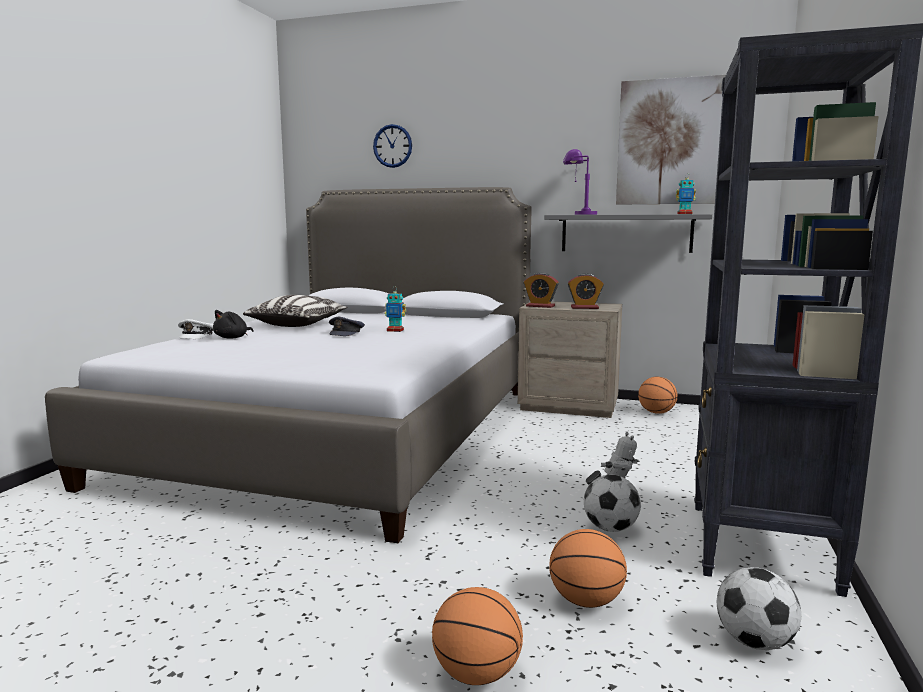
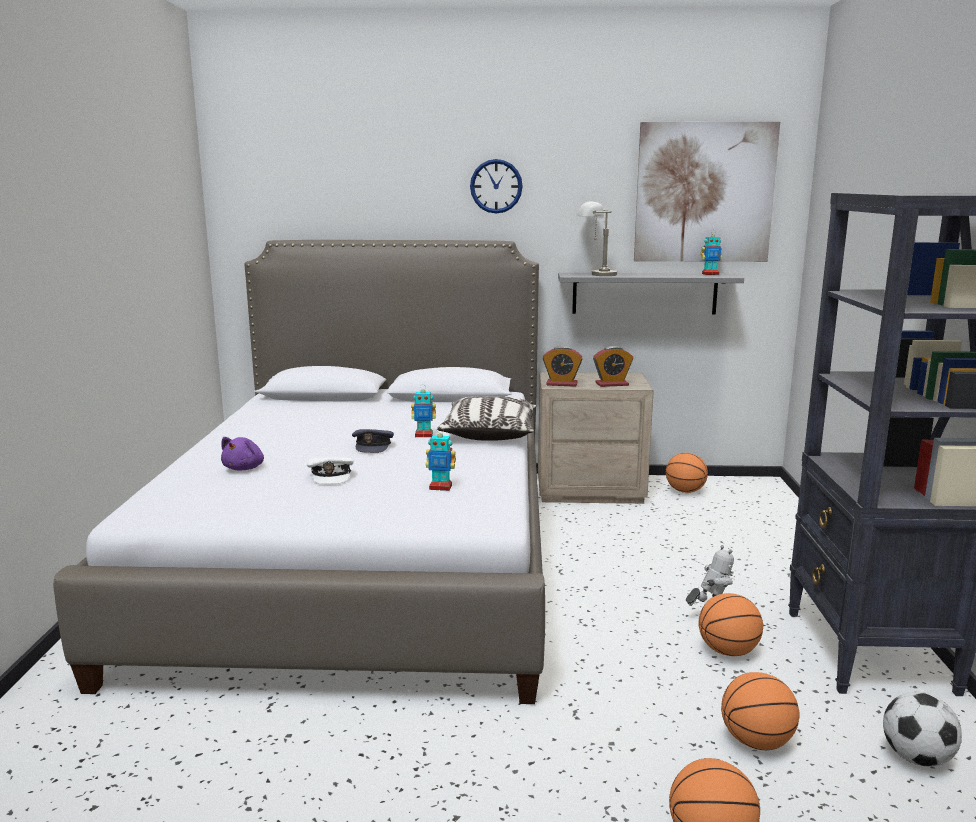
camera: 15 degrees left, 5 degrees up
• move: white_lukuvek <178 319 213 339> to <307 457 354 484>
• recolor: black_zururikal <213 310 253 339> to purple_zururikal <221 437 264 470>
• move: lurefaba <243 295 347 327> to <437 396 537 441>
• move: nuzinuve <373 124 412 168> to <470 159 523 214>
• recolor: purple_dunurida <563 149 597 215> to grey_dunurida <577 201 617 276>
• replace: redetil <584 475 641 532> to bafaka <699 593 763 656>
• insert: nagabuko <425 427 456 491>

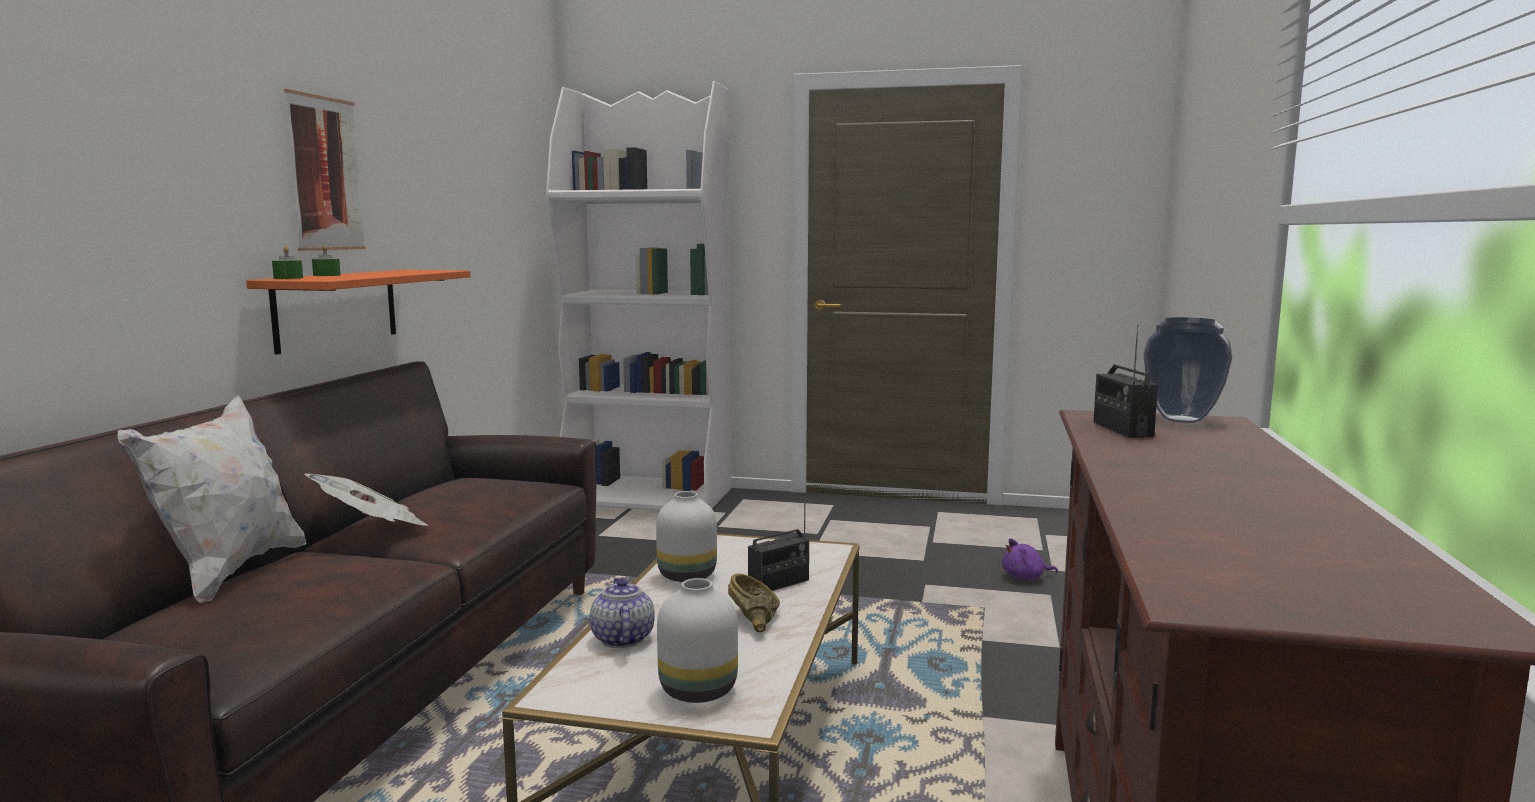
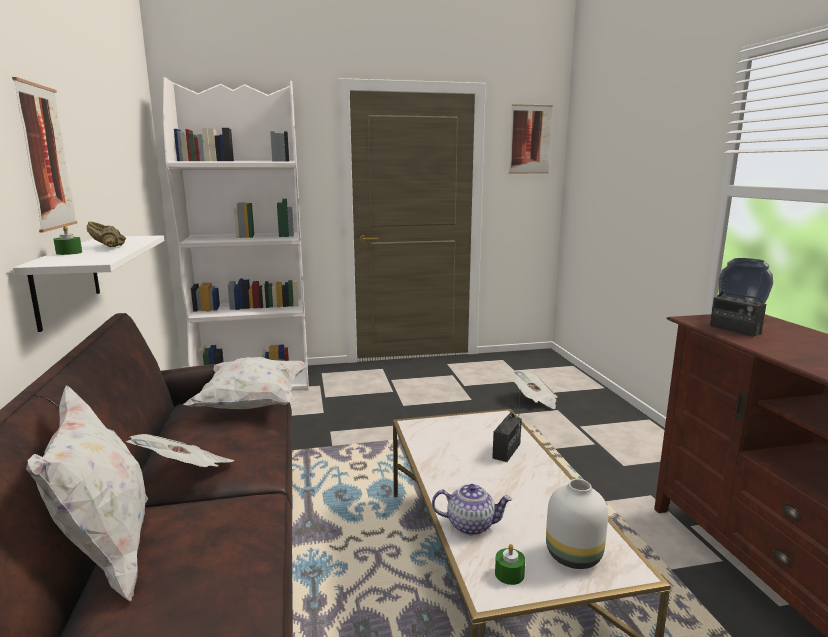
camera: 25 degrees left, 5 degrees up
• recolor: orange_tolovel <246 270 471 355> to white_tolovel <13 235 164 332>
• move: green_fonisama <272 246 303 279> to <495 544 525 585>
• rotate: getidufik <590 577 655 648> = <432 484 512 535> 135 degrees clockwise
• delete: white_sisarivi <656 491 717 582>
• move: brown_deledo <728 573 780 632> to <87 221 126 247>
• replace: purple_zururikal <1002 538 1058 580> to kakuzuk <514 370 557 409>
• insert: white_lurefaba <183 357 308 409>
• insert: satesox <509 104 553 174>

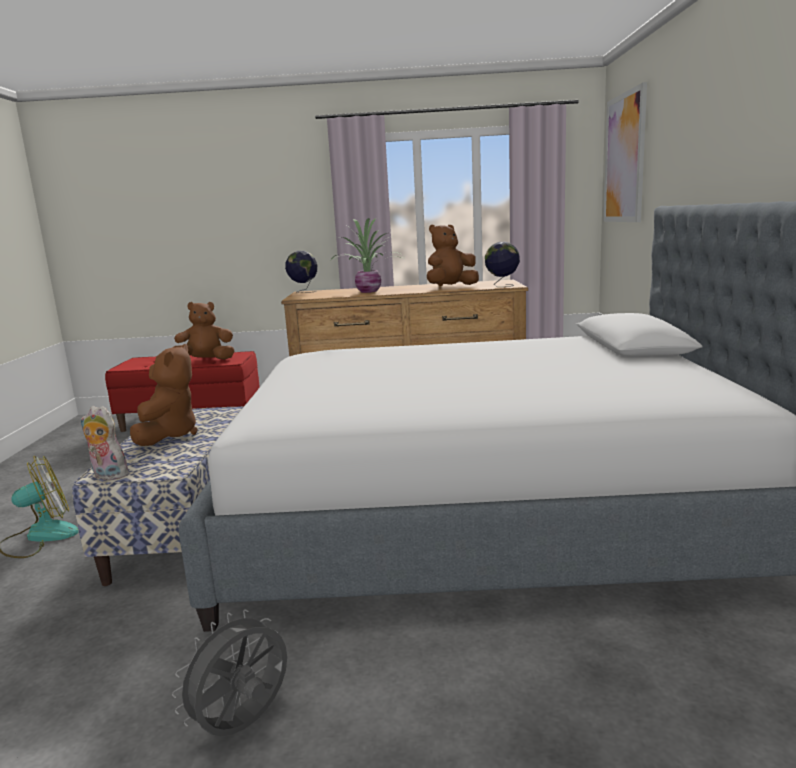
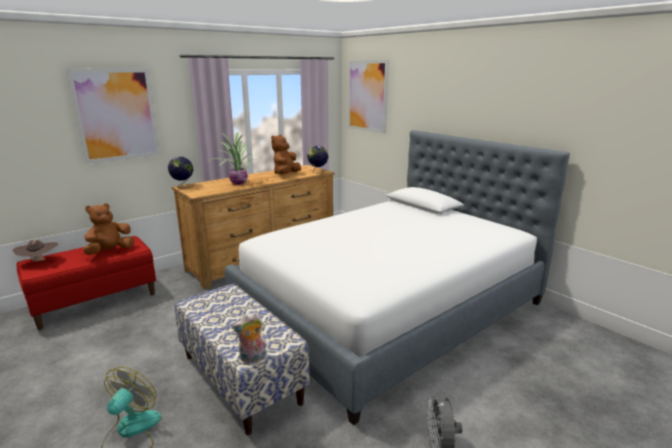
camera: 40 degrees left, 5 degrees up
• delete: brown_zururikal <130 344 198 446>
• insert: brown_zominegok <13 239 59 261>
• insert: satesox <66 68 160 164>

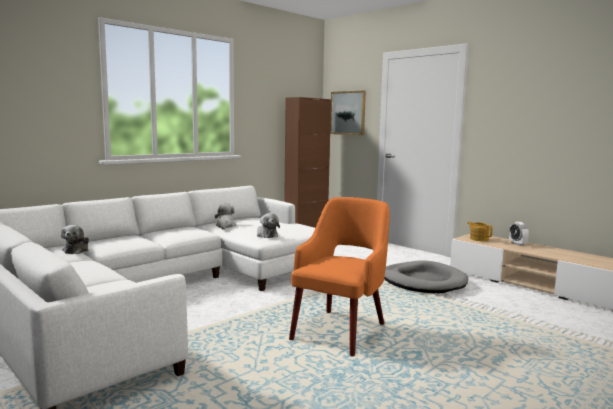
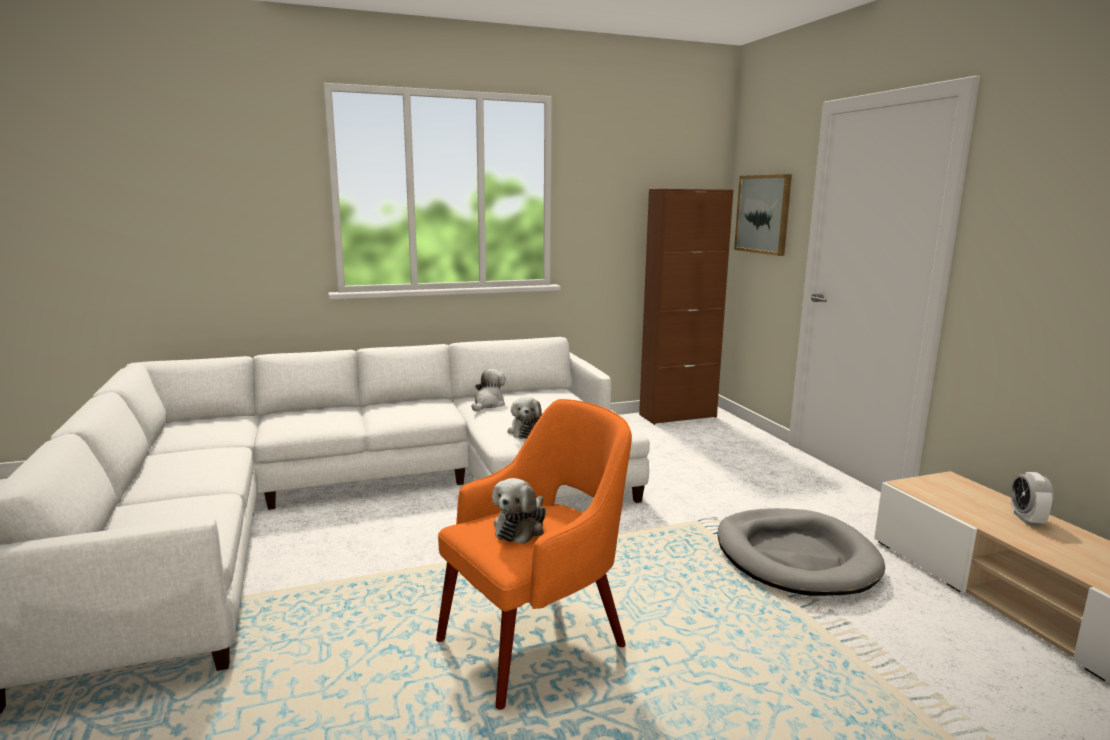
camera: 25 degrees right, 5 degrees up
• move: zururikal <61 225 89 254> to <492 478 546 544>
• delete: getidufik <468 222 493 241>

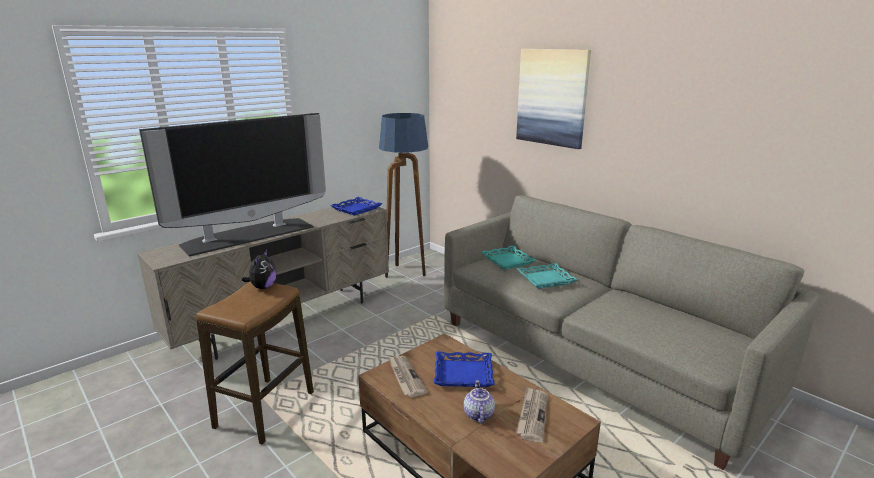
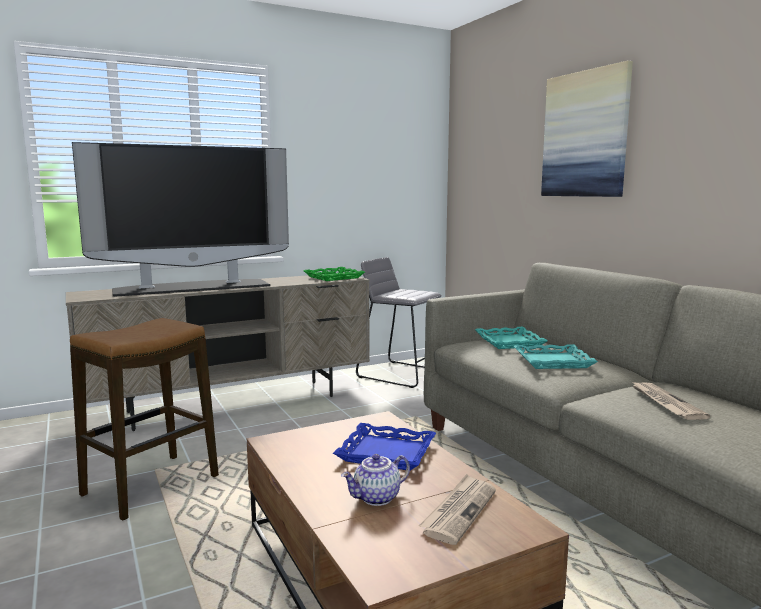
camera: 15 degrees right, 10 degrees down
• delete: zururikal <242 250 276 289>
• recolor: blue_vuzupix <330 197 382 216> to green_vuzupix <304 267 365 281>
• replace: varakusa <379 113 428 278> to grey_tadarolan <356 257 442 388>
• move: kakuzuk <388 356 428 397> to <631 381 710 420>
• rotate: getidufik <464 380 495 424> = <341 454 410 506> 135 degrees counterclockwise

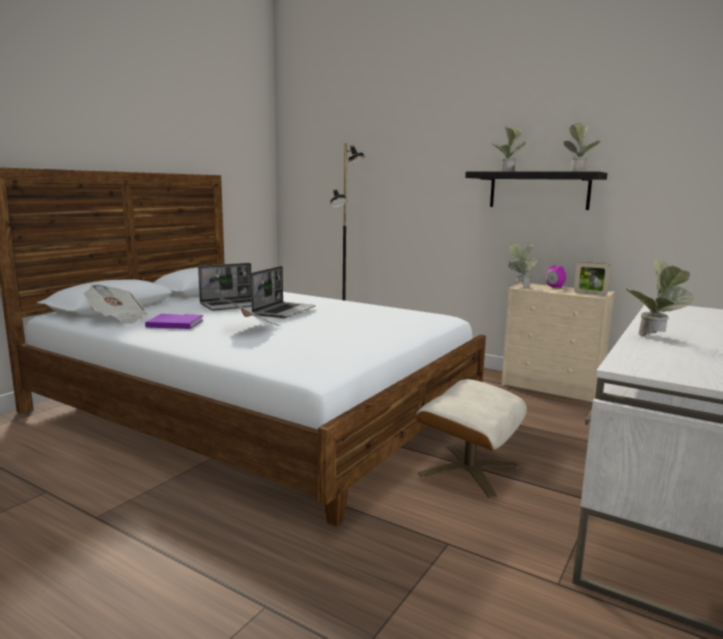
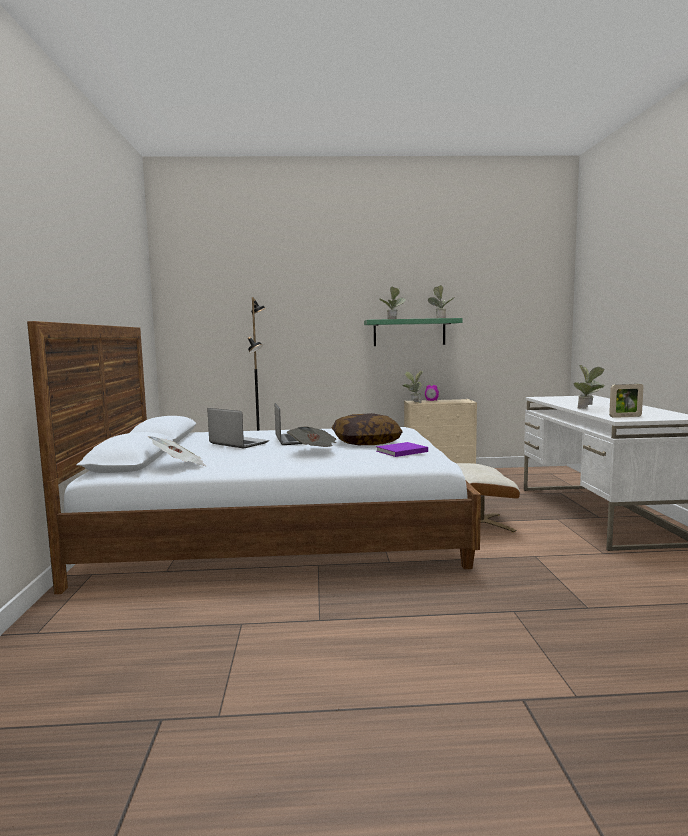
camera: 35 degrees left, 5 degrees down
• move: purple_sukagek <145 314 203 329> to <376 442 428 457>
• rotate: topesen <198 263 252 311> = <207 408 269 448> 75 degrees counterclockwise
• recolor: black_tolovel <465 171 608 210> to green_tolovel <364 318 463 346>
• move: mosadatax <574 262 611 296> to <609 384 643 418>
• insert: lurefaba <331 413 402 445>

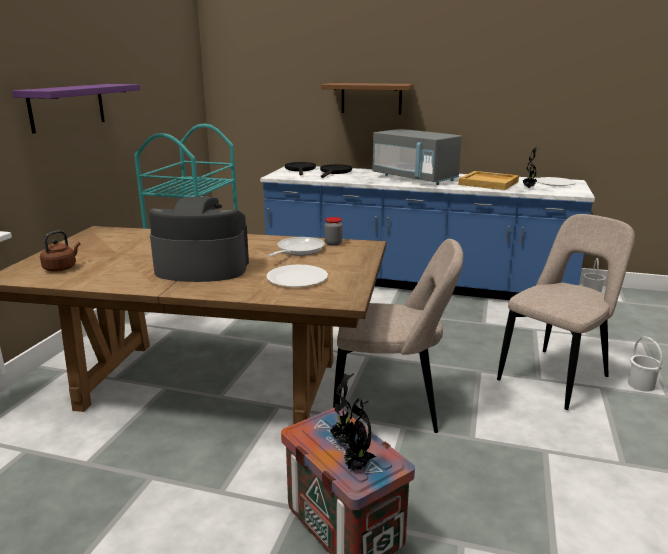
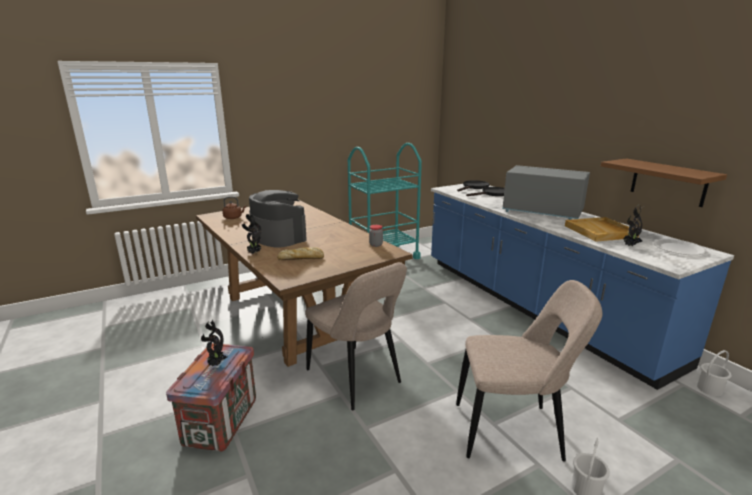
camera: 45 degrees right, 0 degrees up
• delete: purple_tolovel <12 84 140 133>
• replace: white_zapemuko <266 265 328 287> to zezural <277 247 324 260>
• delete: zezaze <268 237 324 256>
• move: brown_tolovel <321 83 413 115> to <601 158 727 207>
• move: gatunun <343 398 376 471> to <242 214 262 254>
• rotate: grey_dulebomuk <372 129 462 185> = <502 165 590 220> 120 degrees clockwise

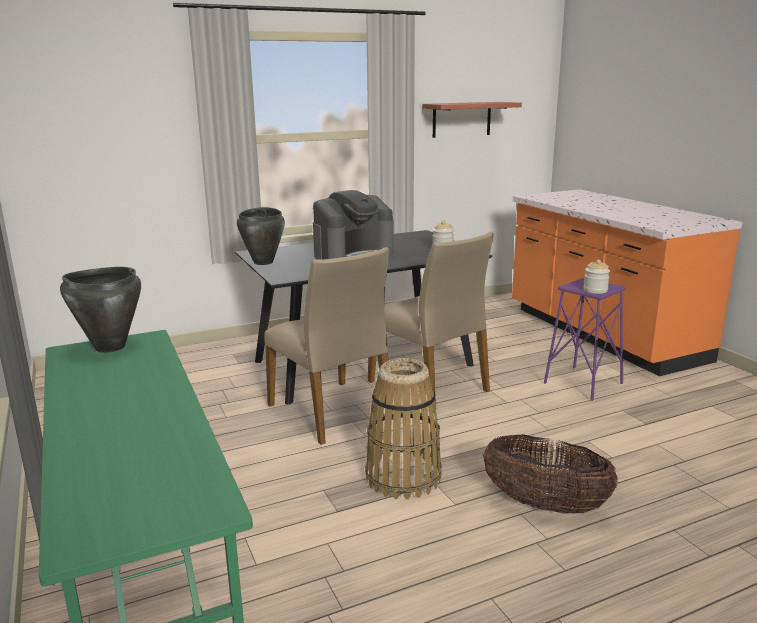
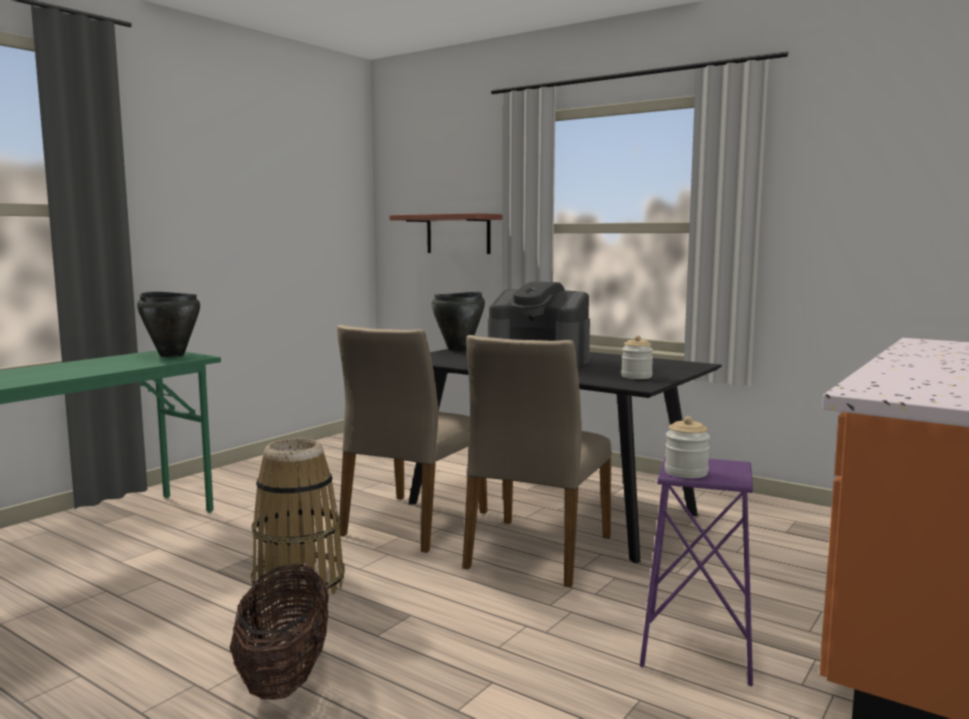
camera: 60 degrees right, 10 degrees down
• move: tolovel <422 102 522 138> to <389 213 503 254>

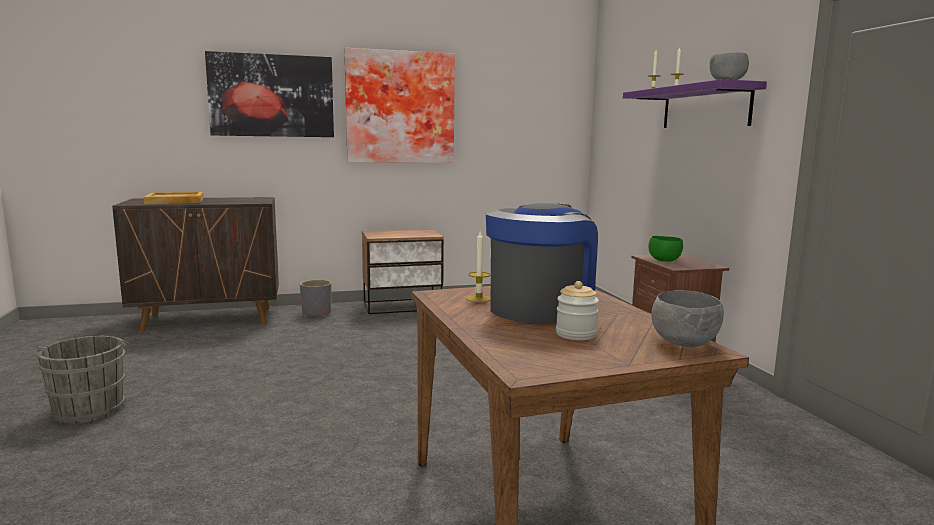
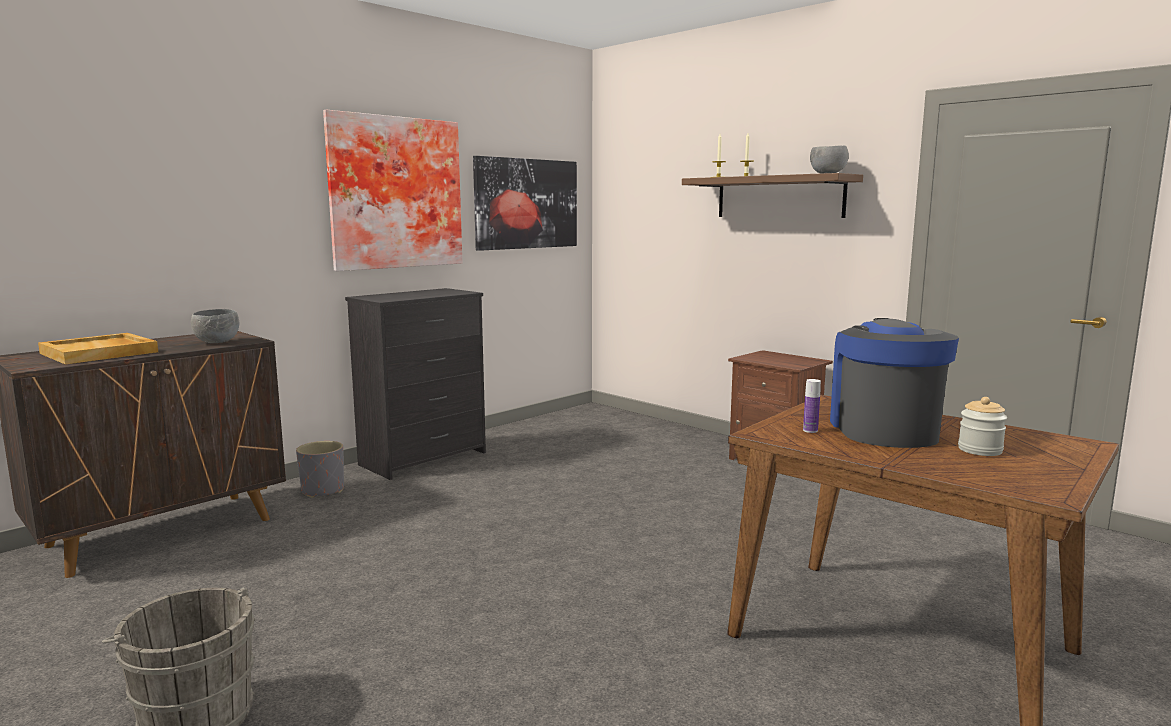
camera: 30 degrees left, 0 degrees up
• move: satesox <205 51 334 137> to <473 156 577 251>
• replace: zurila <362 229 444 314> to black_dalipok <345 288 486 480>
• replace: fonisama <466 232 491 302> to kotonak <803 379 821 433>
• recolor: purple_tolovel <623 79 767 128> to brown_tolovel <682 173 863 218>
• delete: green_deledo <648 236 683 262>
• move: grey_deledo <651 290 724 347> to <191 309 239 343>

